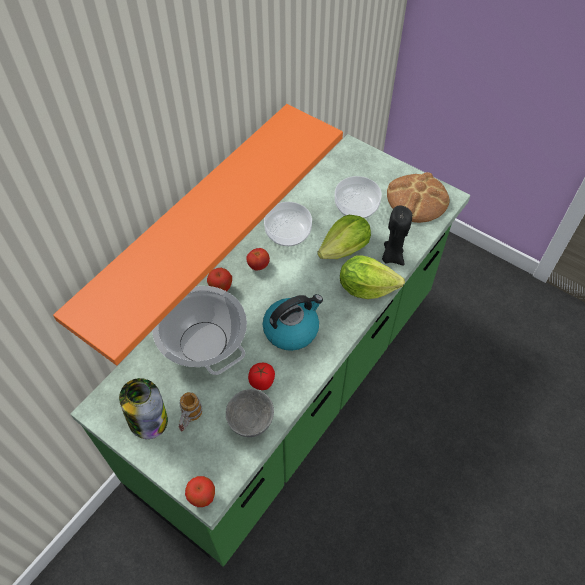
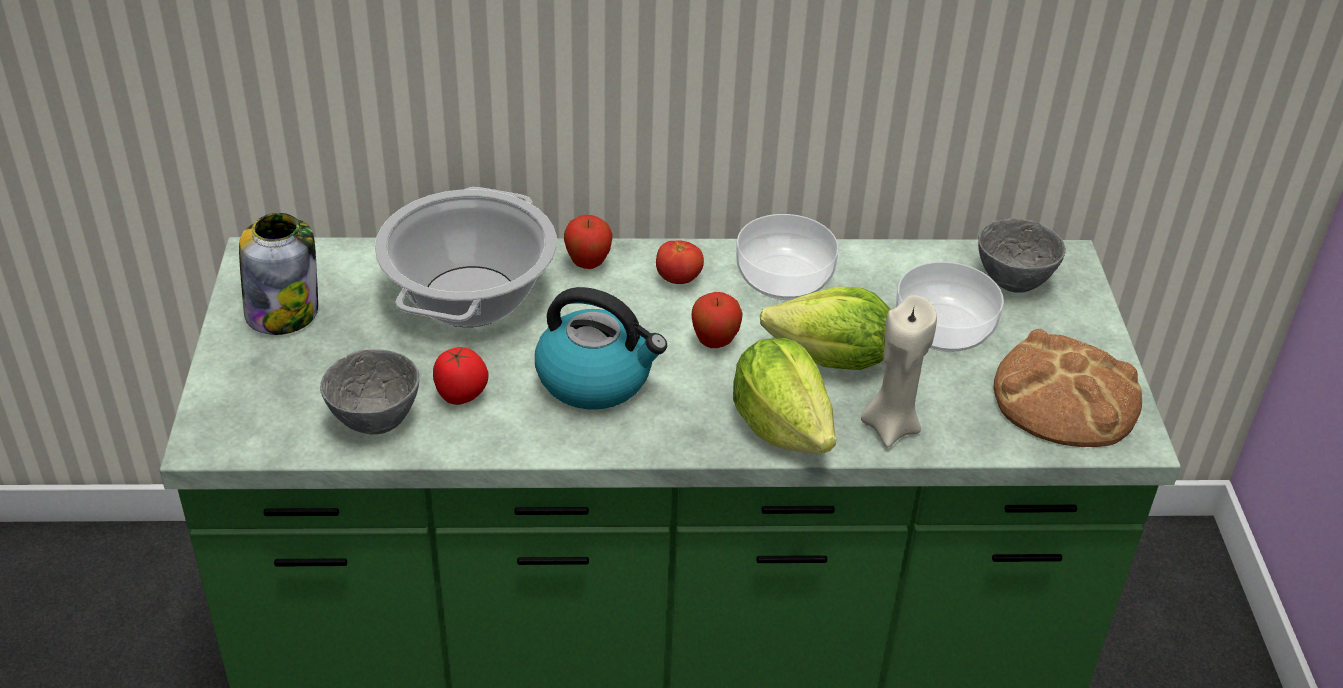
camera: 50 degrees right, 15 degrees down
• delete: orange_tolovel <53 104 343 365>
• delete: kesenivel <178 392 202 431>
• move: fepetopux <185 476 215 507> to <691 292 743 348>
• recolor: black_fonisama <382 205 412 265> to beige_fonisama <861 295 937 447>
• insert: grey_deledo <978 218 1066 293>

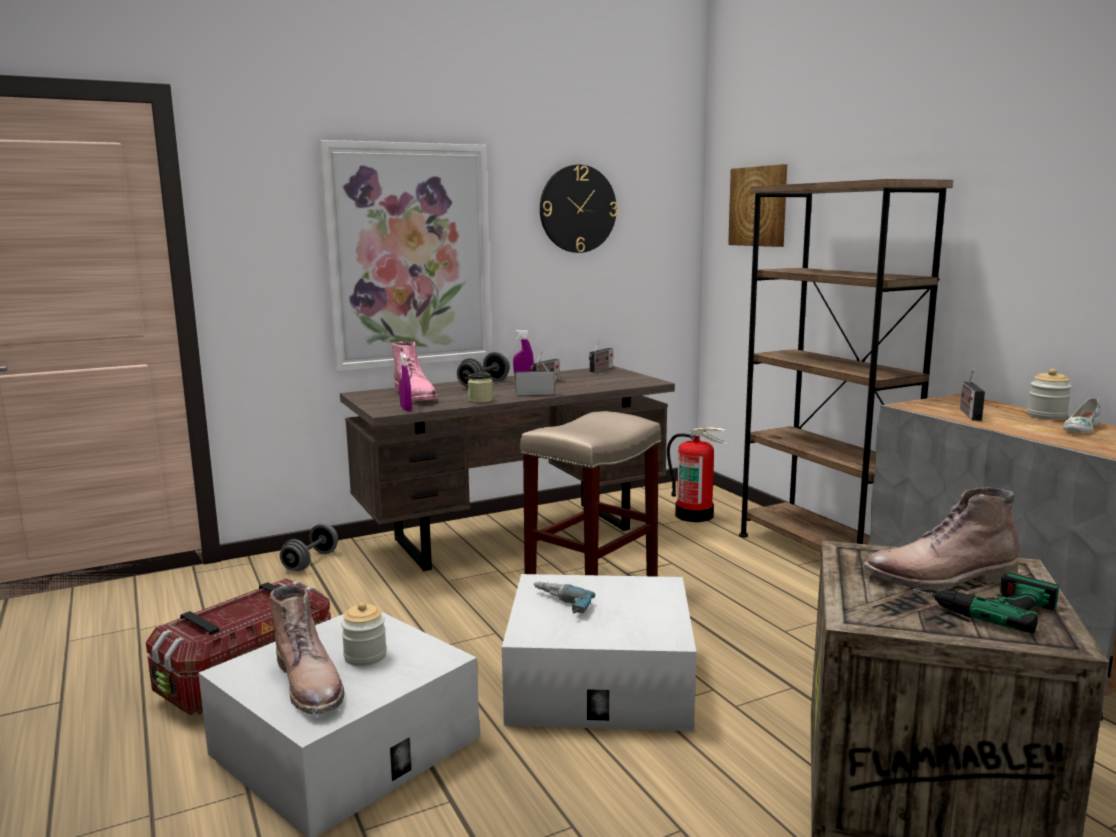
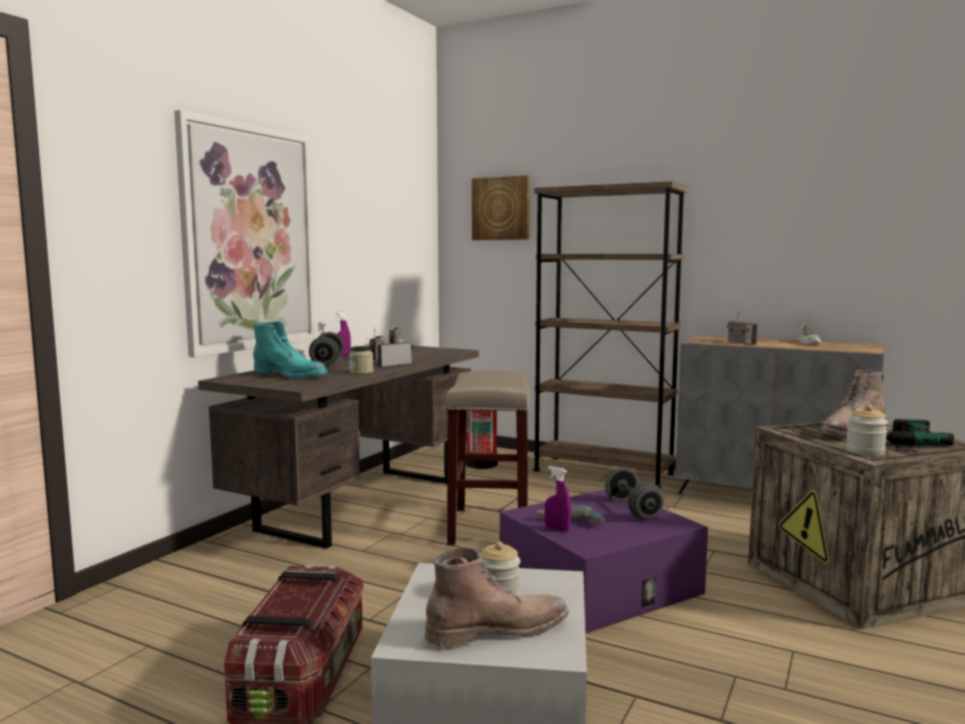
camera: 35 degrees left, 5 degrees down
• rotate: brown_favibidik <270 585 344 714> = <424 547 569 647> 45 degrees counterclockwise
• move: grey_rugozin <280 524 338 571> to <605 467 664 519>
• recolor: pink_favibidik <392 341 438 402> to turquoise_favibidik <253 322 328 379>
• move: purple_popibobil <399 353 412 411> to <544 466 571 532>
• recolor: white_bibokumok <502 574 696 731> to purple_bibokumok <500 490 708 634>
• delete: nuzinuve <540 165 618 253>
• move: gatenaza <1027 369 1072 420> to <846 404 888 456>

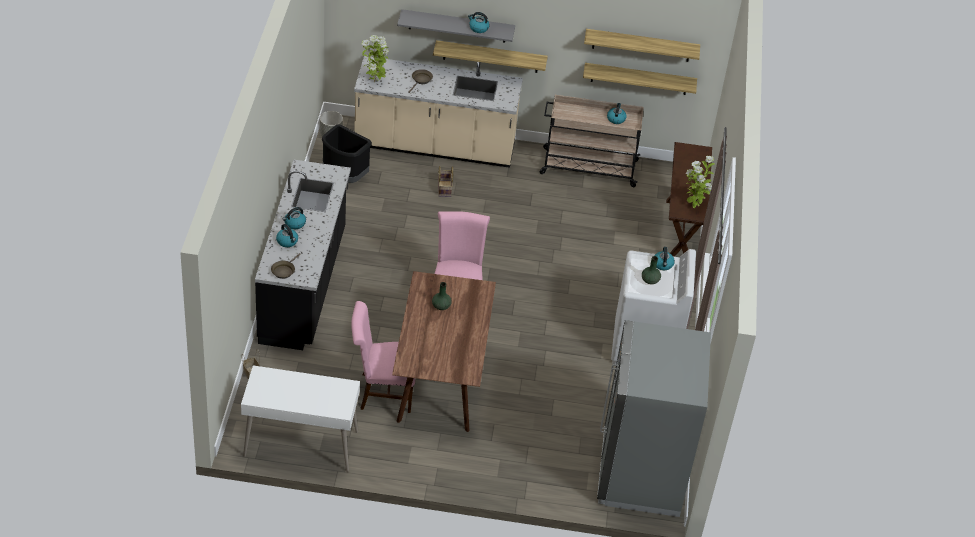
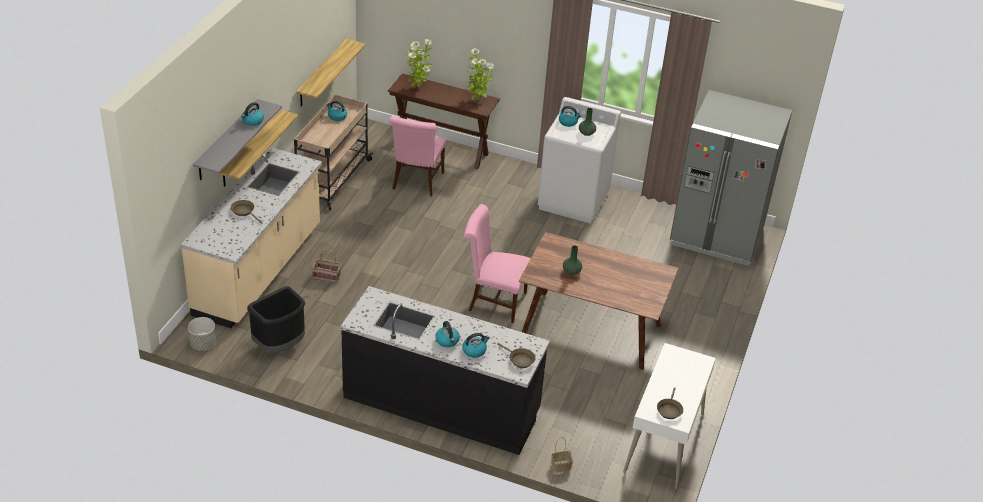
camera: 75 degrees left, 5 degrees down
• move: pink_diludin <351 301 415 413> to <389 116 446 196>
• move: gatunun <361 35 389 83> to <406 39 434 89>
• delete: tolovel <584 29 700 62>
• insert: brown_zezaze <657 387 683 419>

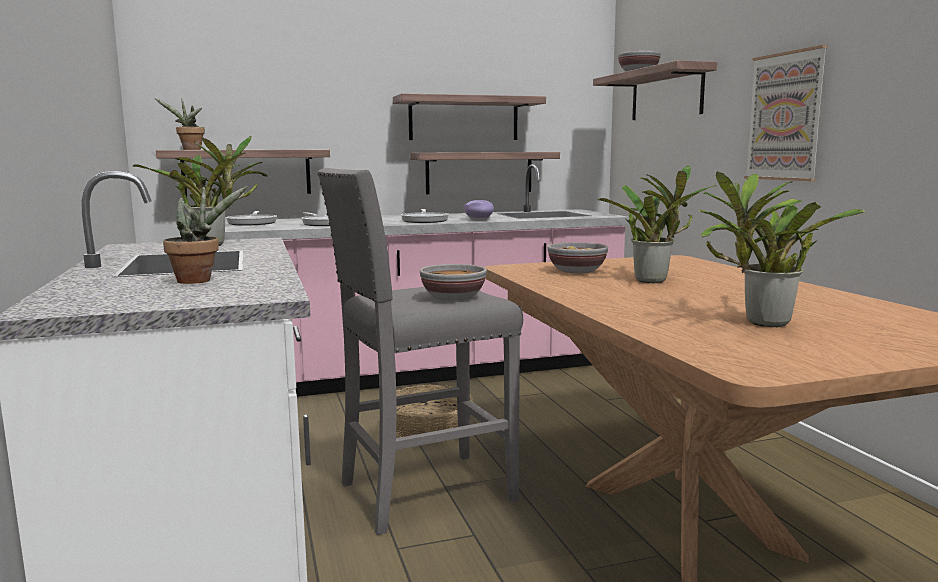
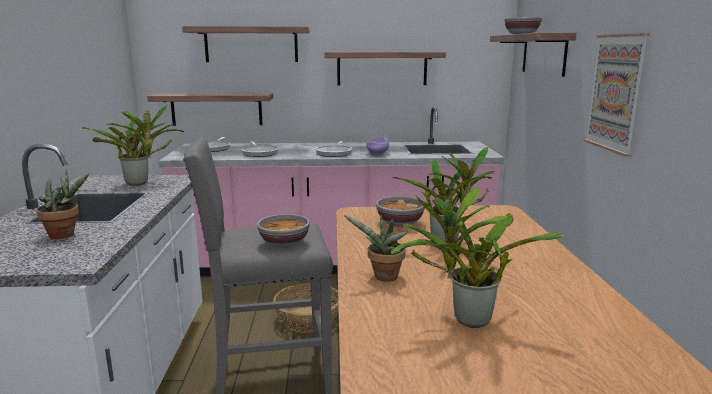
camera: 15 degrees right, 5 degrees up
• move: gatunun <155 98 205 150> to <344 215 409 282>
• move: tolovel <410 152 560 194> to <182 26 310 62>

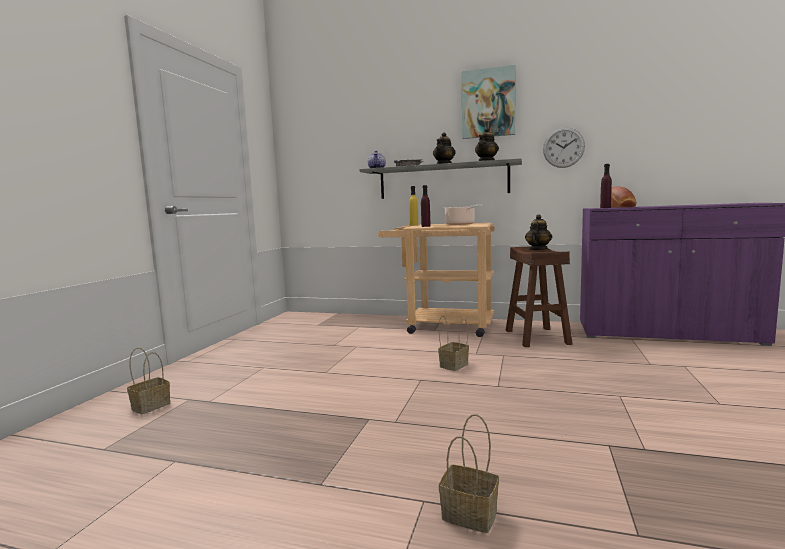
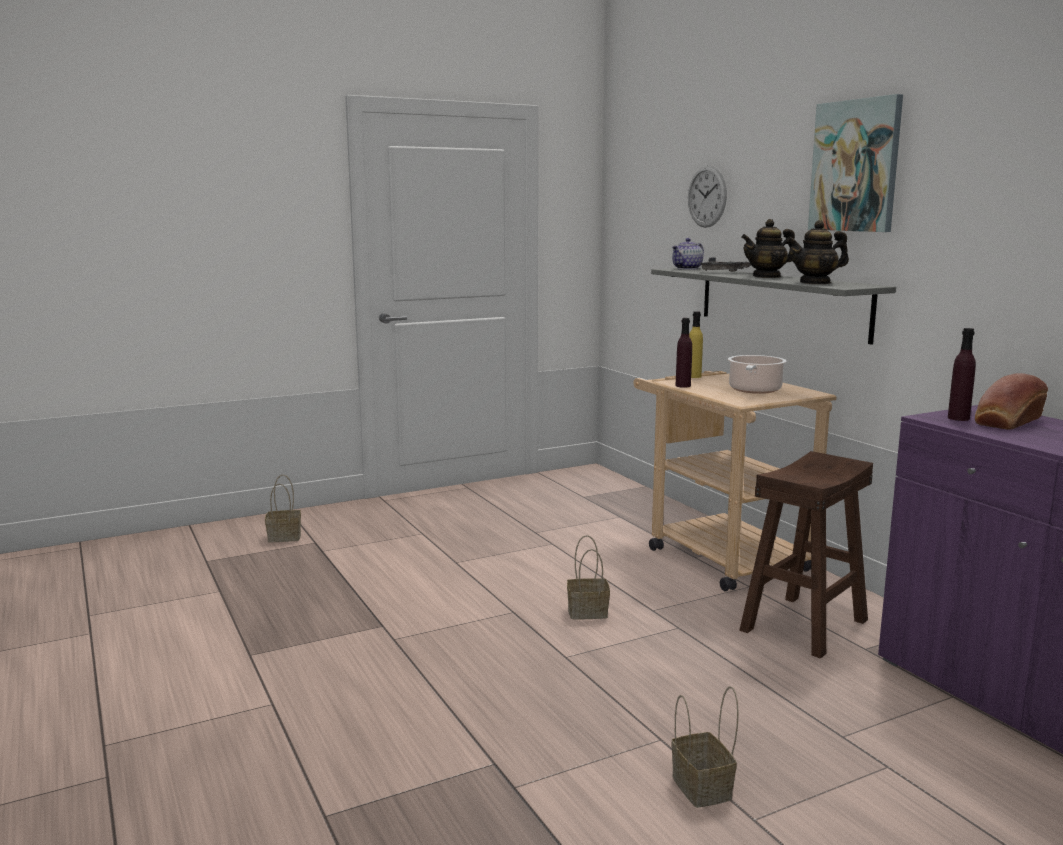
camera: 45 degrees right, 5 degrees up
• move: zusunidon <439 414 499 533> to <671 686 739 808>
• delete: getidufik <525 214 552 250>
• move: nuzinuve <543 127 585 168> to <688 165 727 228>

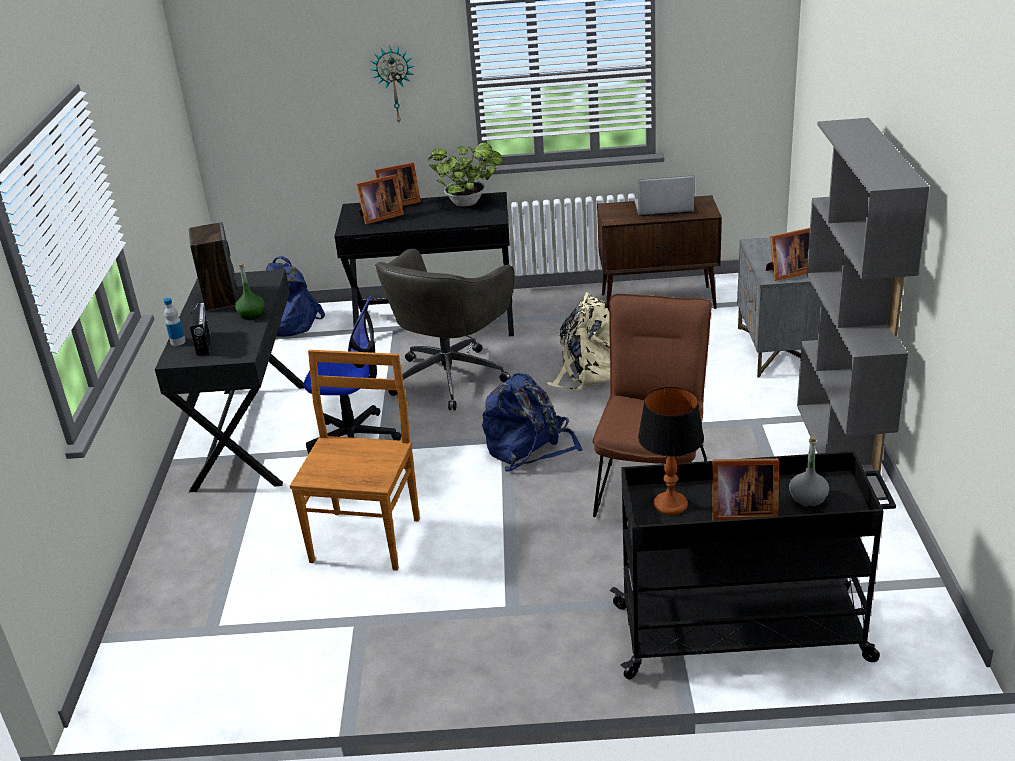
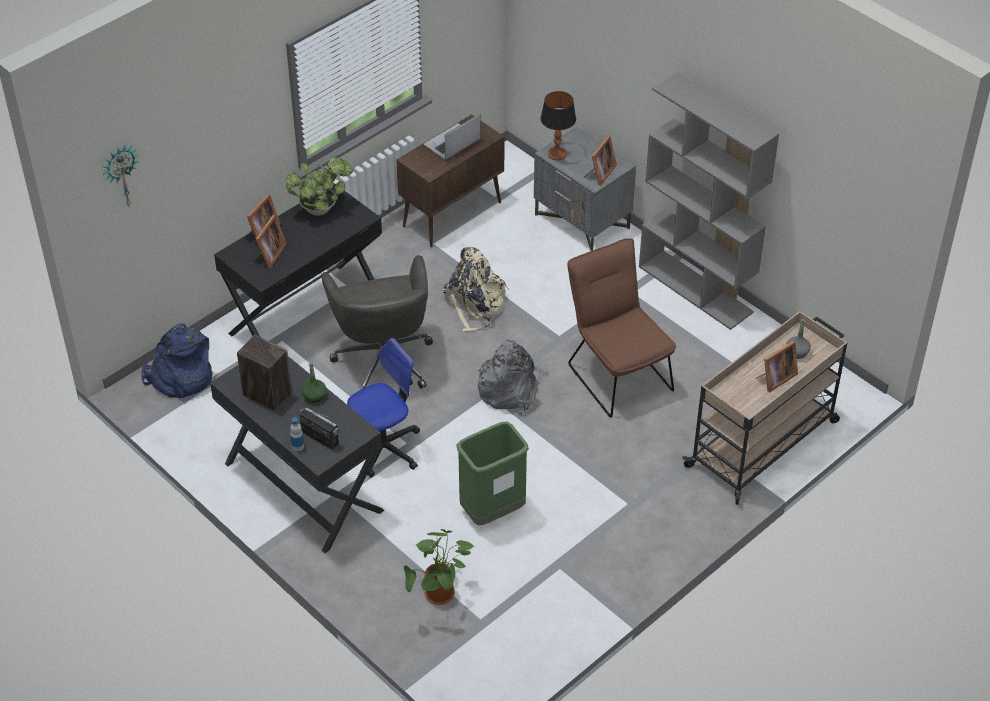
camera: 45 degrees left, 15 degrees up
• replace: brown_diludin <290 350 420 571> to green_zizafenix <456 422 529 525>
• move: nuzinuve <370 46 414 122> to <103 146 139 208>
• recolor: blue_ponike <482 373 583 472> to grey_ponike <478 340 549 415>
• recolor: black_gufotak <610 451 896 679> to beige_gufotak <682 311 847 505>
• move: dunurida <638 387 704 515> to <541 91 576 160>
• insert: gatunun <404 529 474 605>

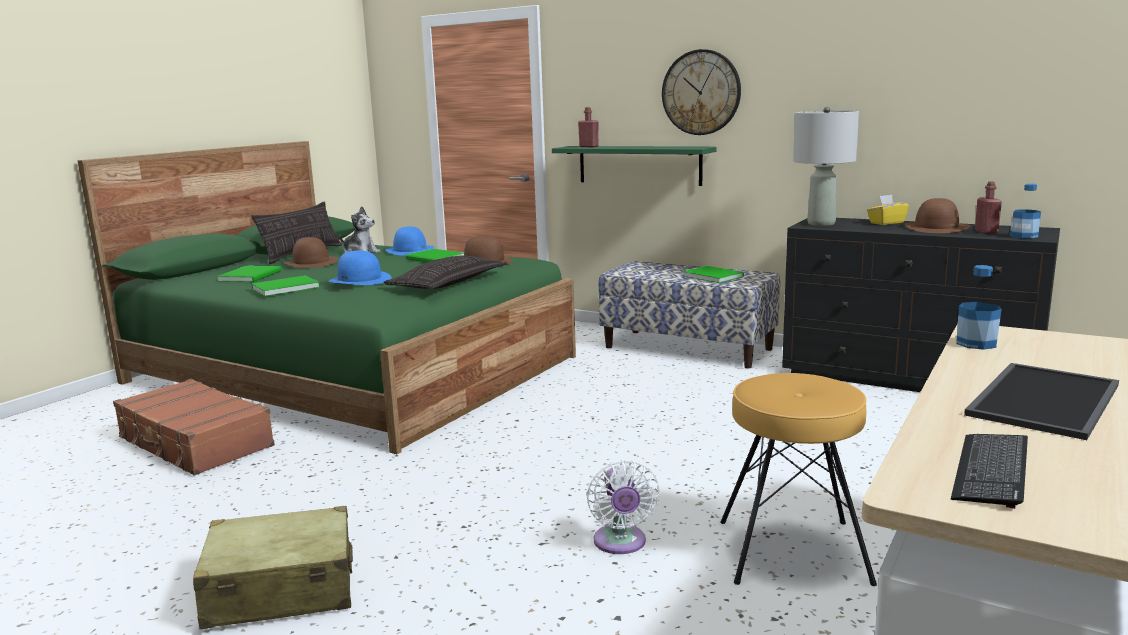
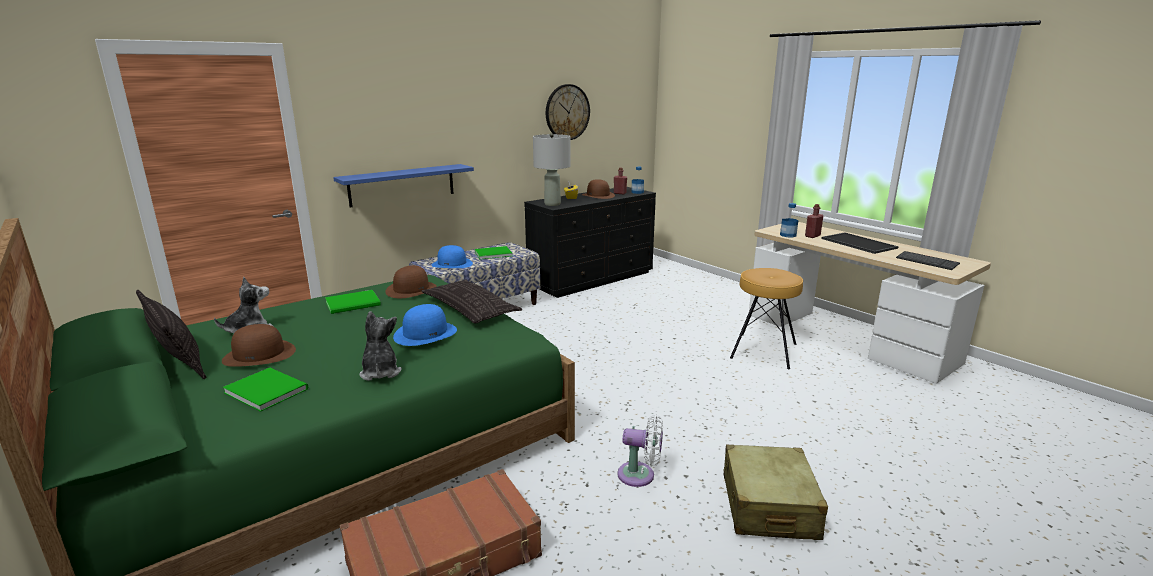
camera: 70 degrees left, 5 degrees up
• replace: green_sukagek <251 275 320 296> to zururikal <359 311 402 381>
• move: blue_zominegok <386 226 434 256> to <432 245 473 268>
• recolor: green_tolovel <552 146 716 186> to blue_tolovel <333 164 474 207>
• move: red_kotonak <578 107 599 147> to <805 204 823 238>
• move: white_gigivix <586 460 660 554> to <617 415 663 487>
• move: nuzinuve <662 49 741 135> to <546 84 590 140>

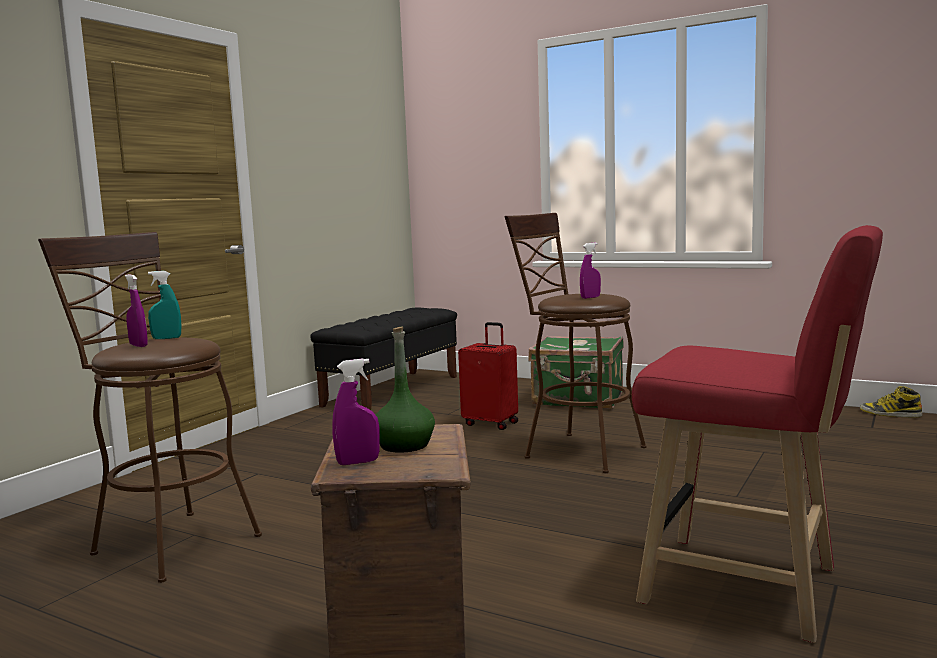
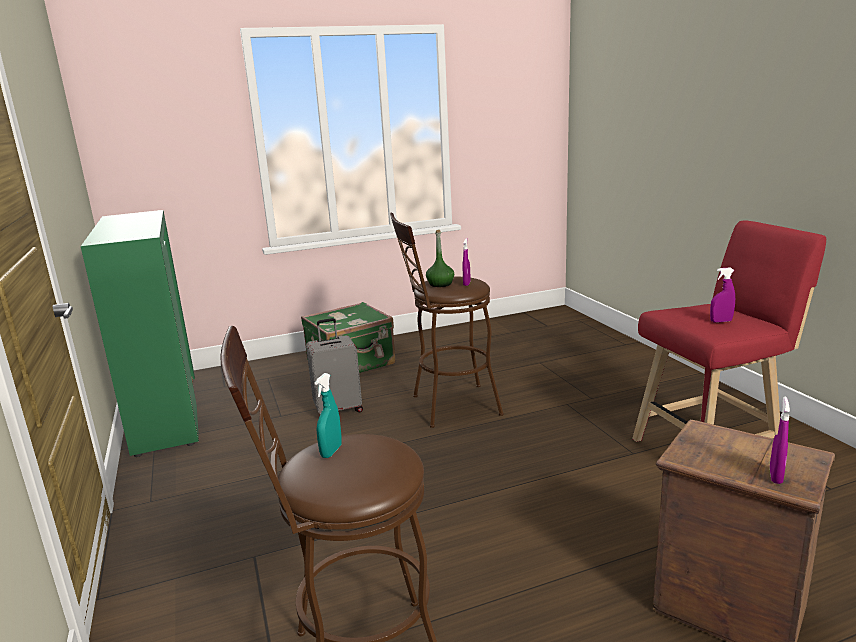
camera: 50 degrees left, 10 degrees up
• move: purple_popibobil <125 274 148 347> to <710 268 735 323>
• replace: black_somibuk <310 308 457 410> to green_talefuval <81 210 199 457>
• move: green_kotonak <376 326 435 453> to <426 230 454 287>
• recolor: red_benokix <458 322 518 430> to grey_benokix <306 318 363 414>
• delete: favibidik <860 386 922 418>

